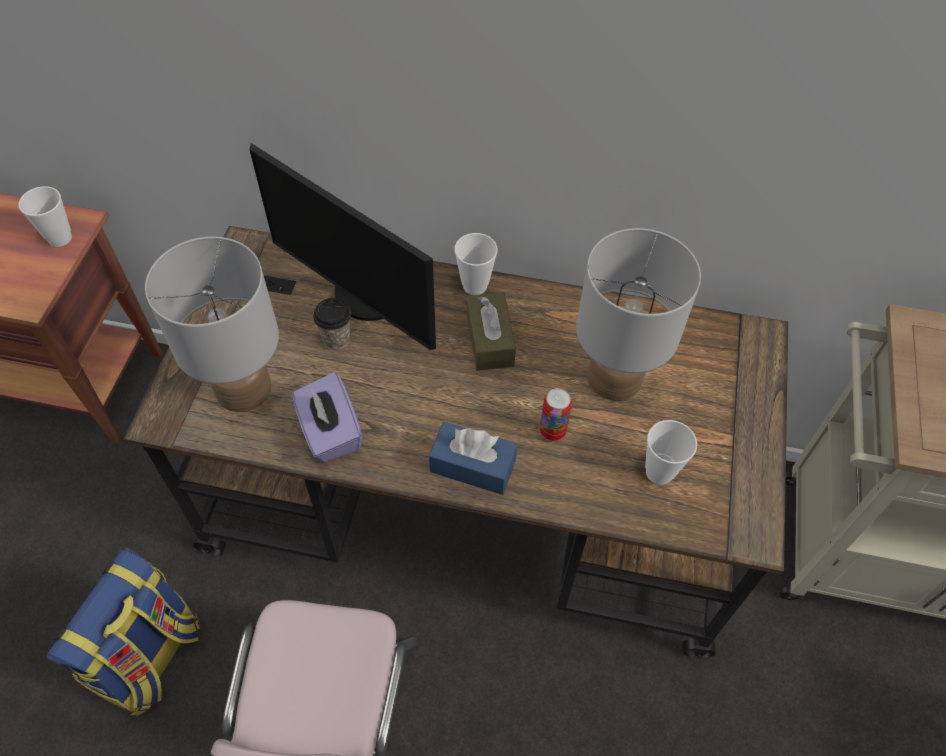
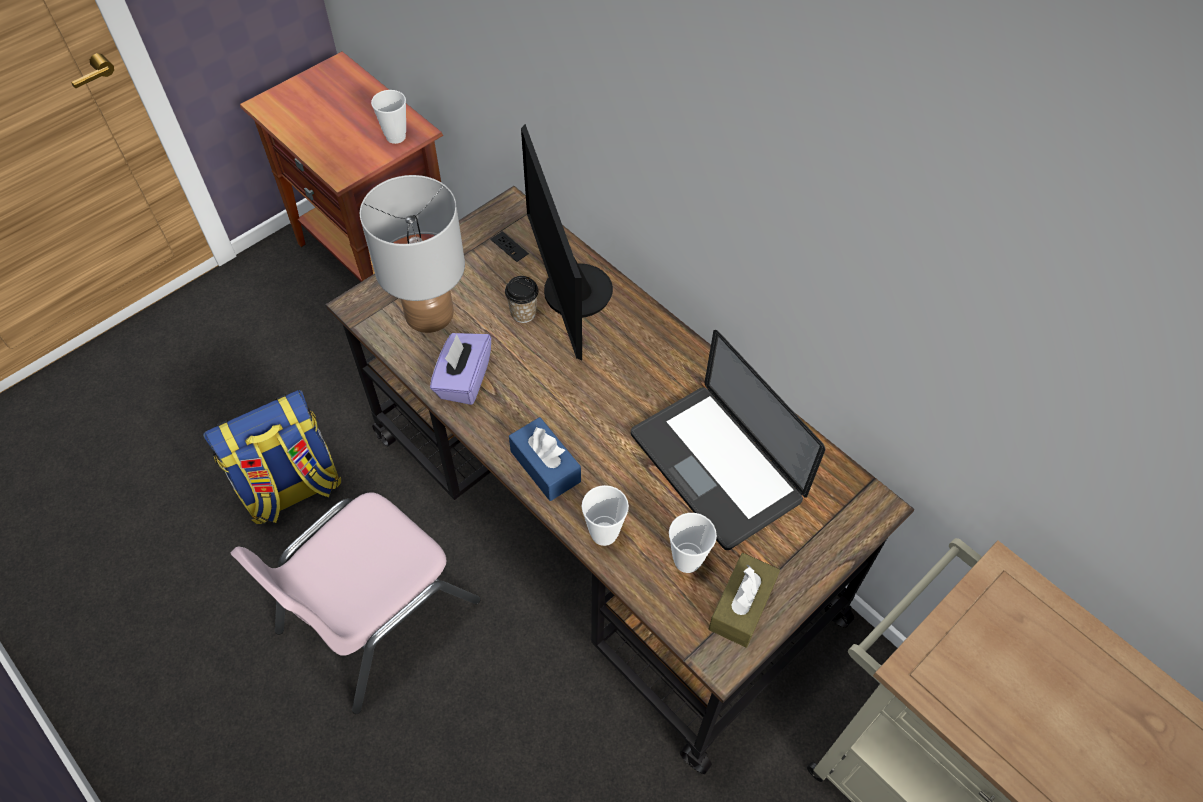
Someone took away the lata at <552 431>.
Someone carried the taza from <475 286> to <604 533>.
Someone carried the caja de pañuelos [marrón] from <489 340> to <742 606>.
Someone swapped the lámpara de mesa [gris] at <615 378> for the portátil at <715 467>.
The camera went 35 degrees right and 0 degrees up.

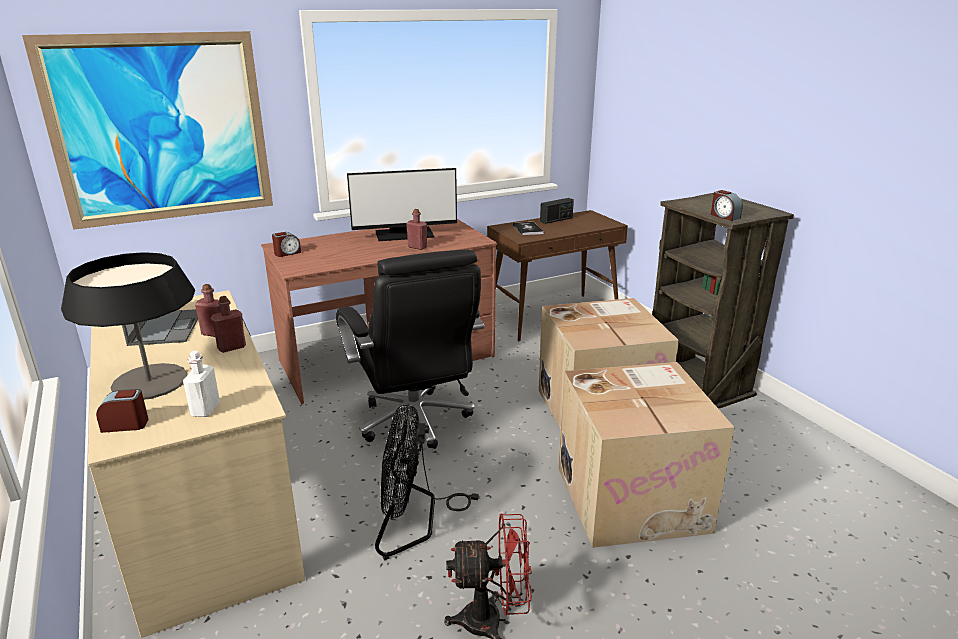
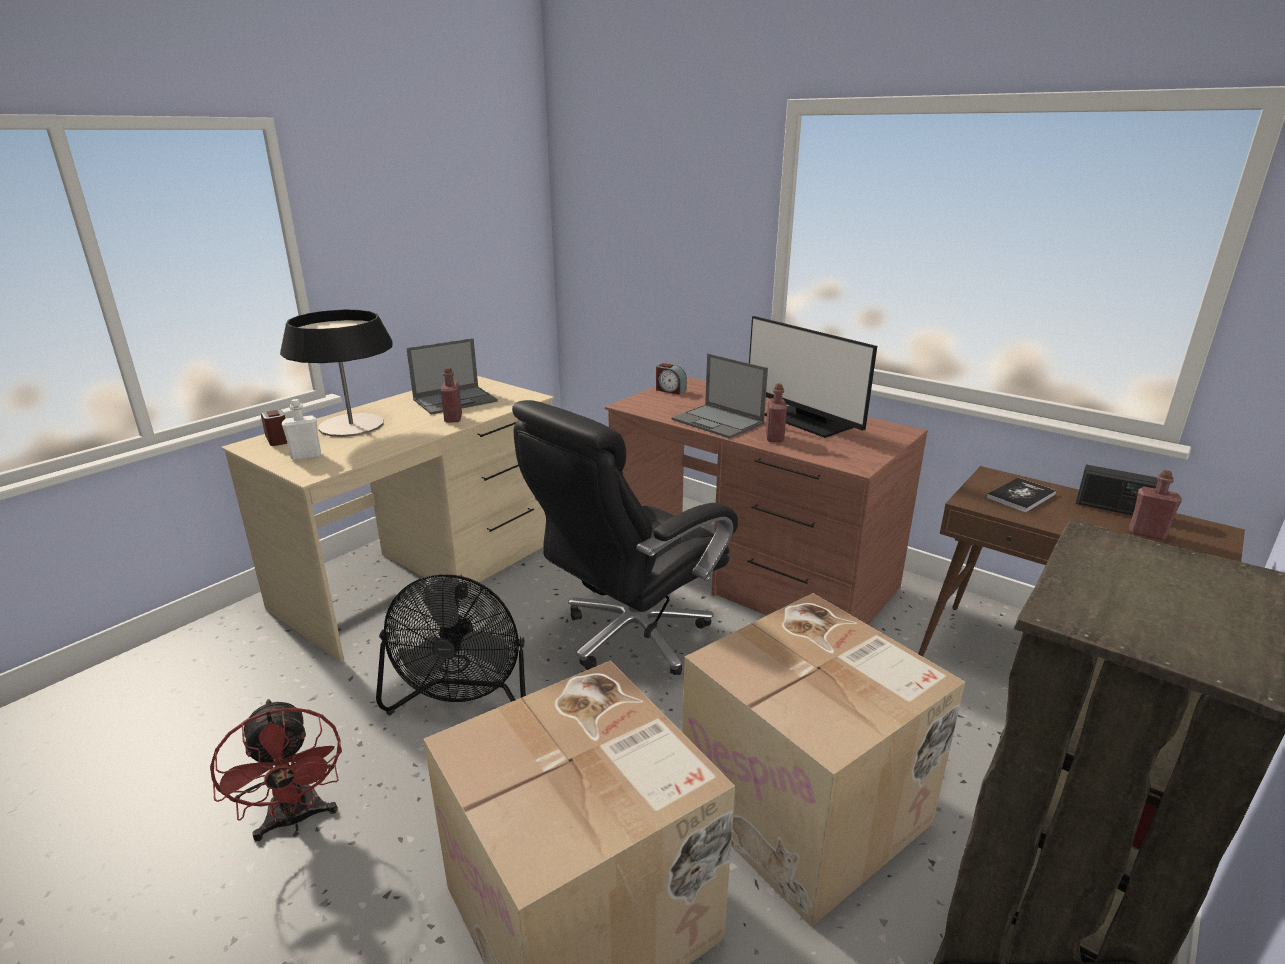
Someone took away the cuadro at <161 129>.
Someone took away the despertador at <724 216>.
Someone put down the portátil at <718 422>.
Someone carried the botella [rojo] from <231 347> to <1147 533>.
Someone rotated the ventilador [negro] at <415 514> by 150 degrees counterclockwise.
The camera went 65 degrees right and 0 degrees up.

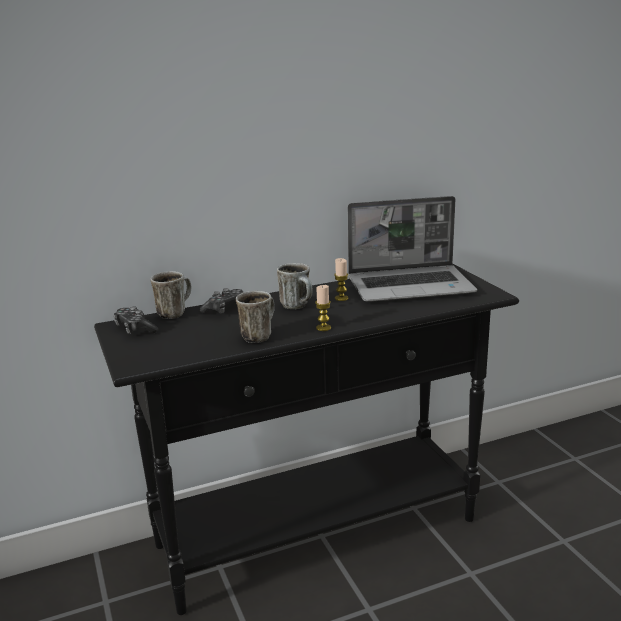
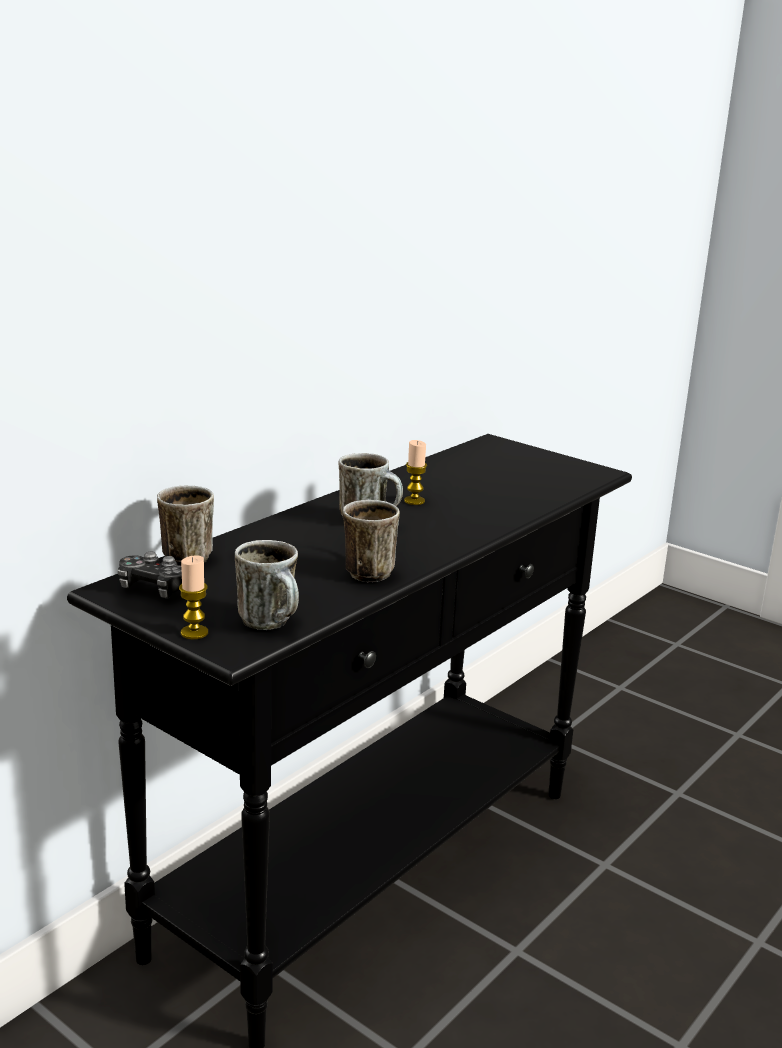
Someone took away the mando de consola at <225 309>.
Someone took away the portátil at <411 286>.
Someone put down the taza grande at <273 624>.
Someone carried the vela from <323 328> to <194 633>.
The camera went 30 degrees left and 0 degrees up.

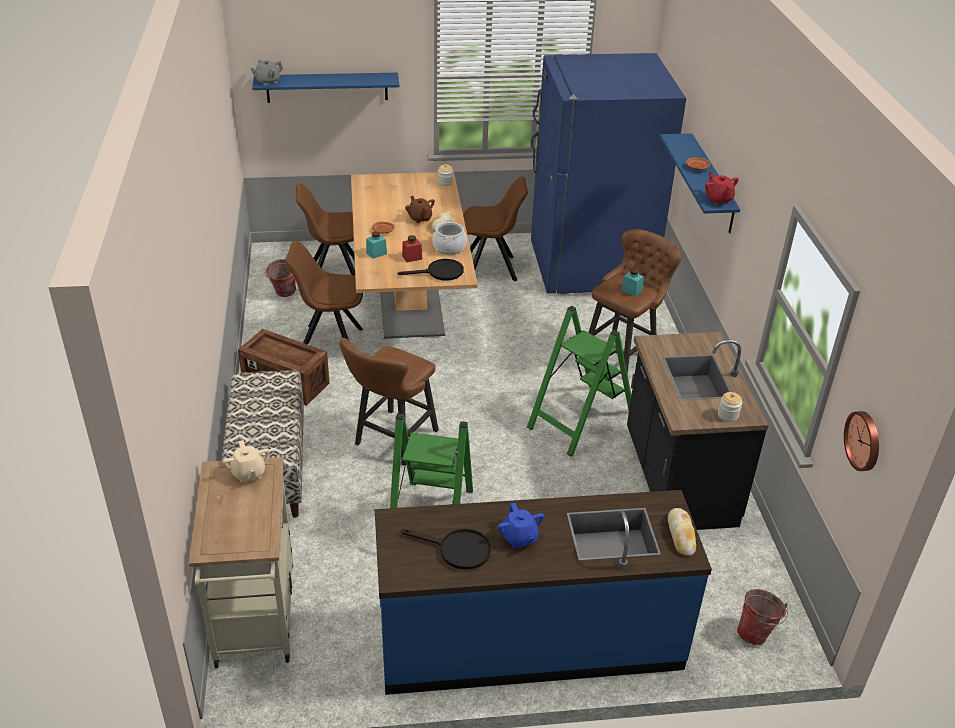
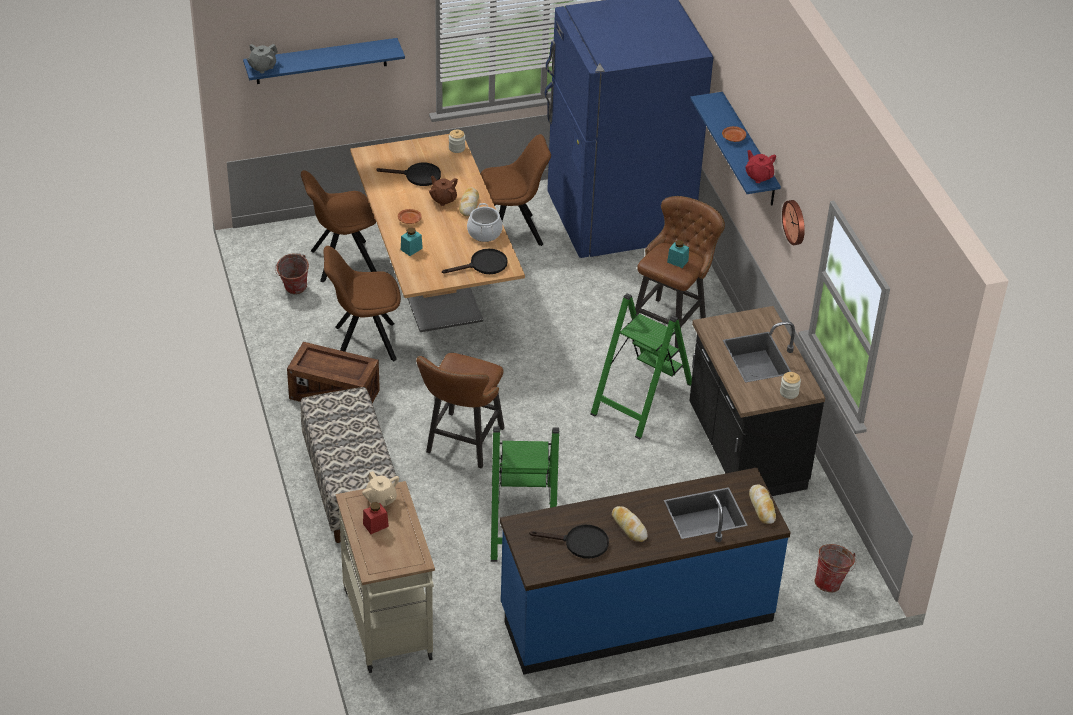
Someone put down the sartén [negro] at <417 176>.
Someone carried the tarro [rojo] from <412 257> to <375 525>.
Someone carried the reloj de pared from <864 440> to <795 222>.
Someone swapped the tetera [azul] at <519 538> for the pan at <629 527>.
The camera went 10 degrees left and 5 degrees up.

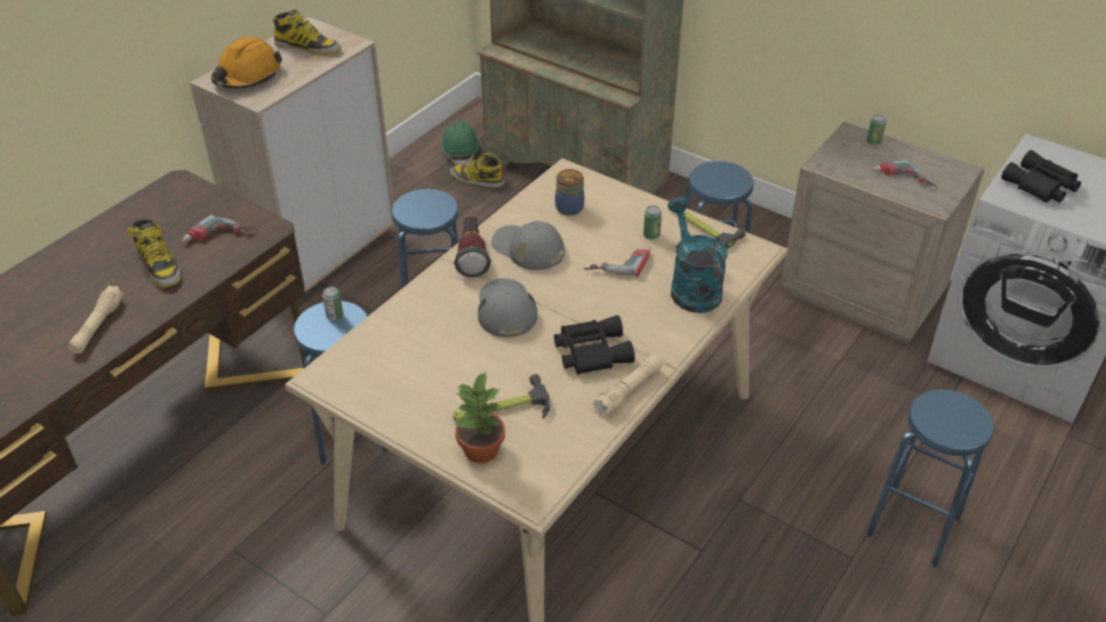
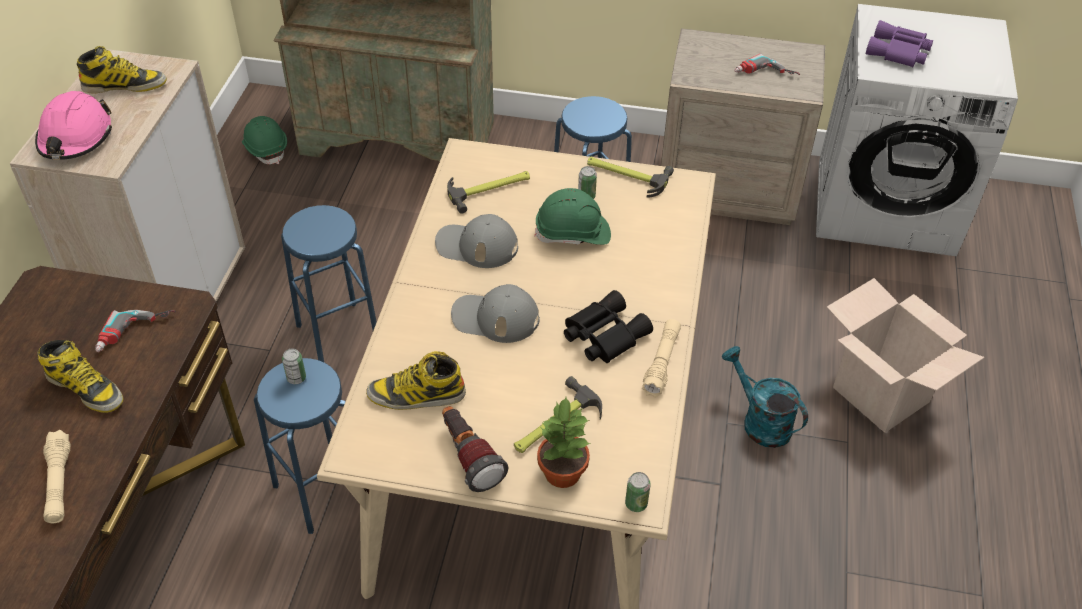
Someone carried the bota from <477 179> to <416 395>.
Someone carried the linterna from <472 255> to <469 457>.
Someone carried the regadera [turquesa] from <691 287> to <760 421>.
Someone carried the lata from <873 141> to <636 504>.
Someone swapped the tarro at <569 207> for the martillo at <490 189>.
Someone swapped the taladro at <618 262> for the casco [verde] at <573 234>.
Someone swapped the taburete [azul] at <913 526> for the caja de cartón at <881 394>.
Someone repainted the casco [naranja] at <247 76>, which became the casco [rosa] at <76 138>.
Someone repainted the prismáticos [negro] at <1040 186>, which became the prismáticos [morado] at <898 52>.
Someone rotated the gorra [gris] at <506 309> by 45 degrees counterclockwise.
The camera went 25 degrees left and 5 degrees up.

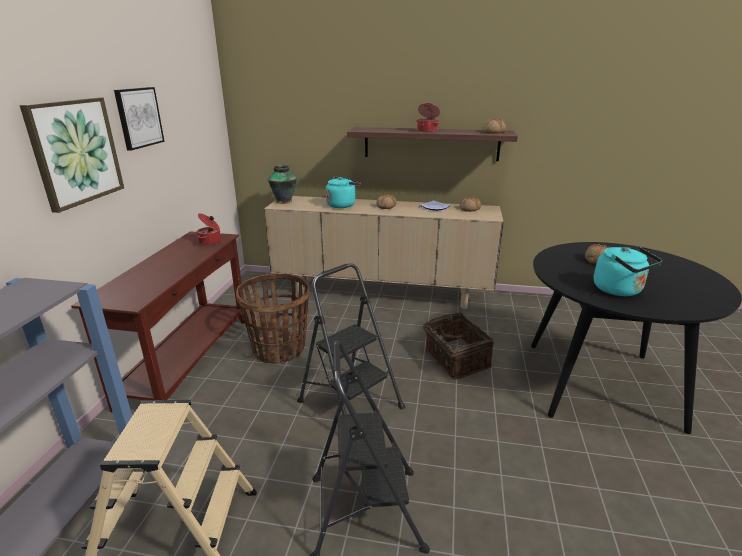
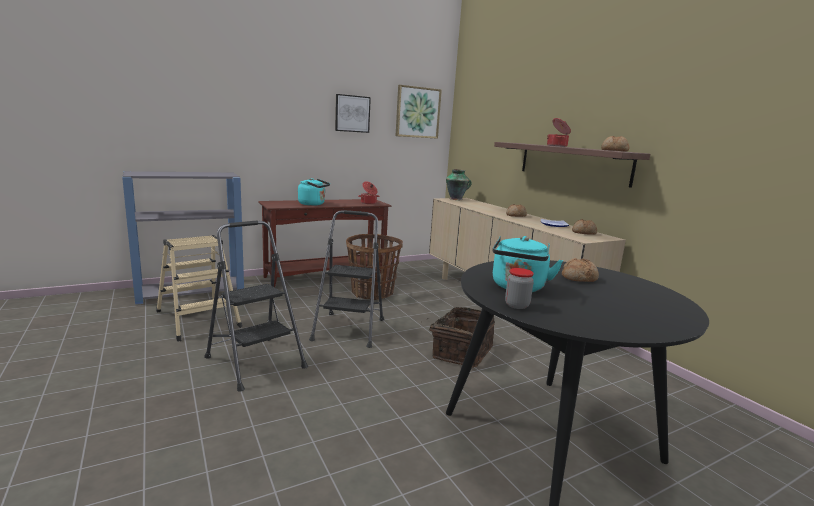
Someone put down the tarro at <517 305>.
Someone carried the cuadro from <75 152> to <417 112>.
Someone carried the hervidor [turquesa] from <342 205> to <313 204>.
The camera went 50 degrees right and 10 degrees down.

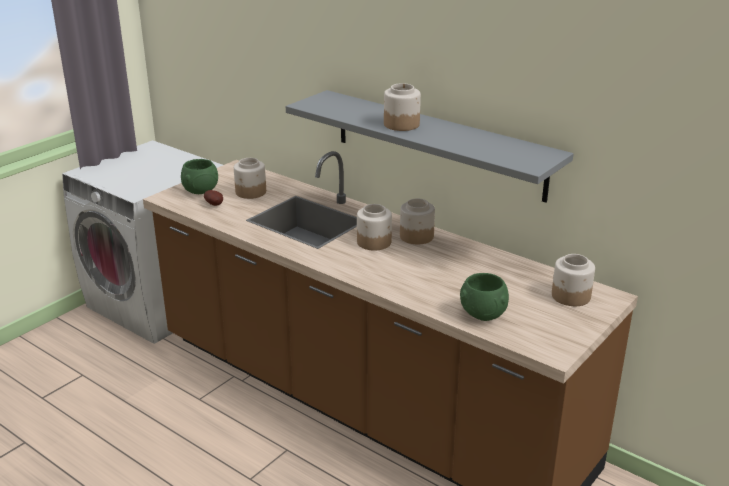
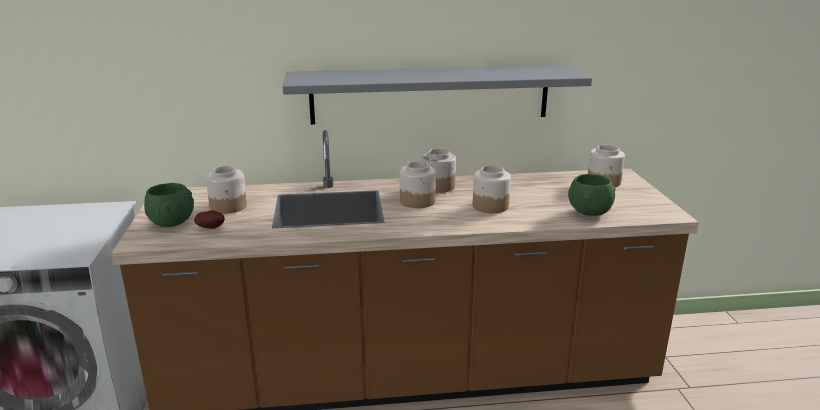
Someone carried the tarro from <401 124> to <490 206>.
The camera went 45 degrees left and 5 degrees down.

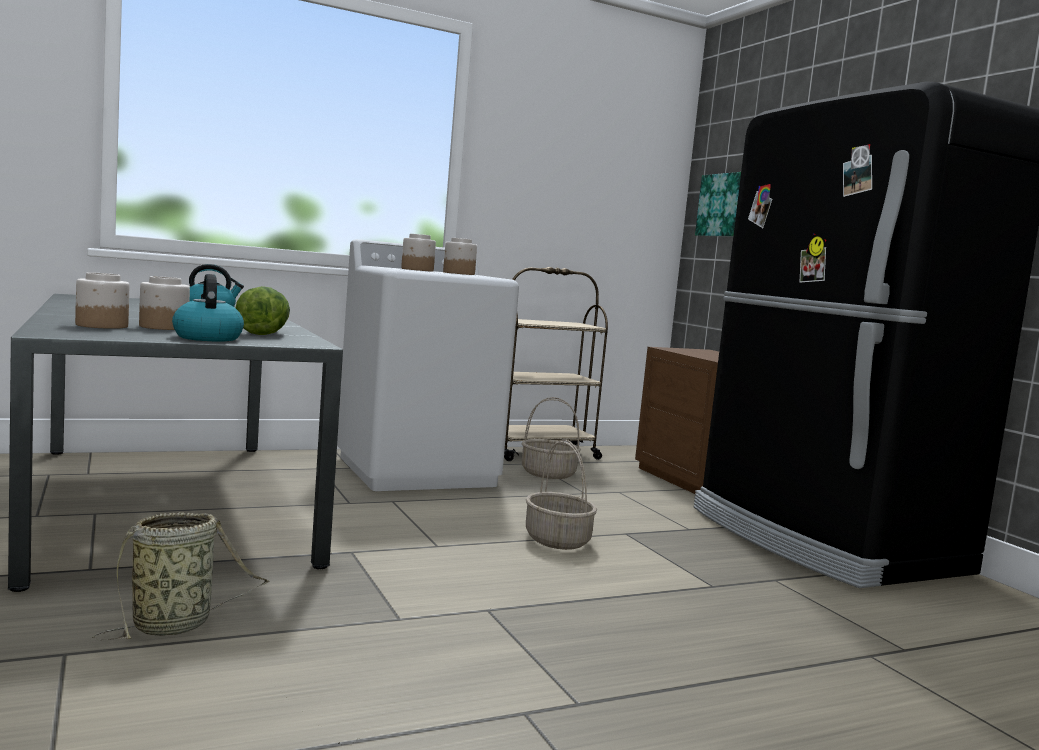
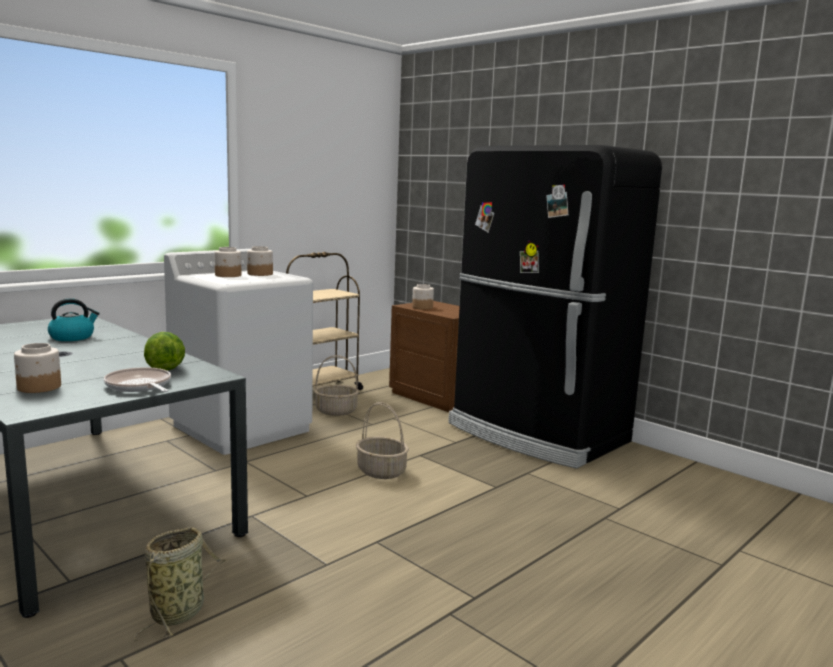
Someone took away the cuadro at <722 205>.
Someone carried the tarro from <163 327> to <422 307>.
Someone swapped the hervidor at <207 338> for the sartén at <139 386>.
The camera went 20 degrees left and 5 degrees up.

